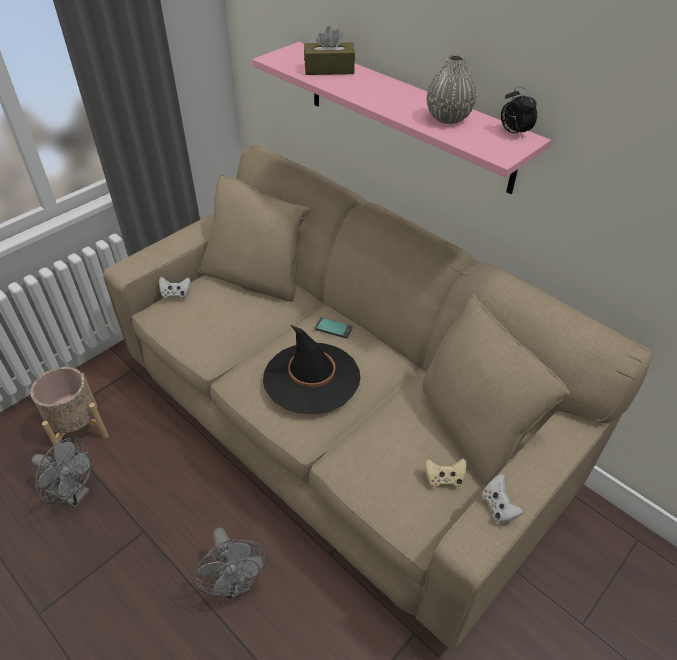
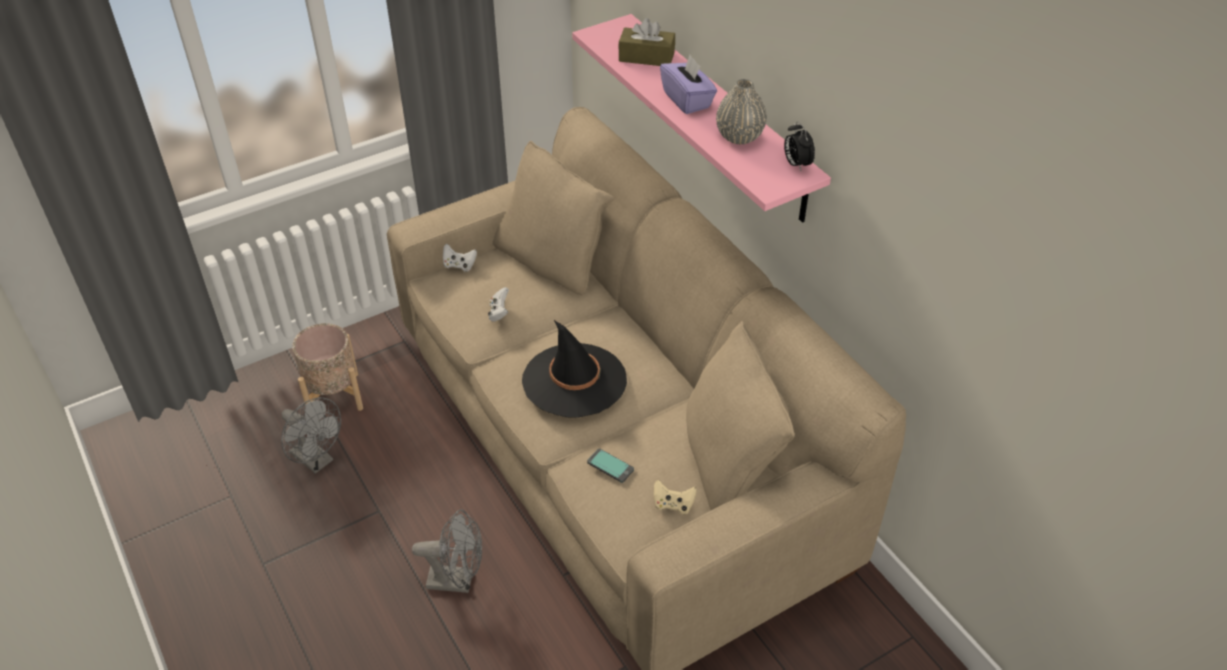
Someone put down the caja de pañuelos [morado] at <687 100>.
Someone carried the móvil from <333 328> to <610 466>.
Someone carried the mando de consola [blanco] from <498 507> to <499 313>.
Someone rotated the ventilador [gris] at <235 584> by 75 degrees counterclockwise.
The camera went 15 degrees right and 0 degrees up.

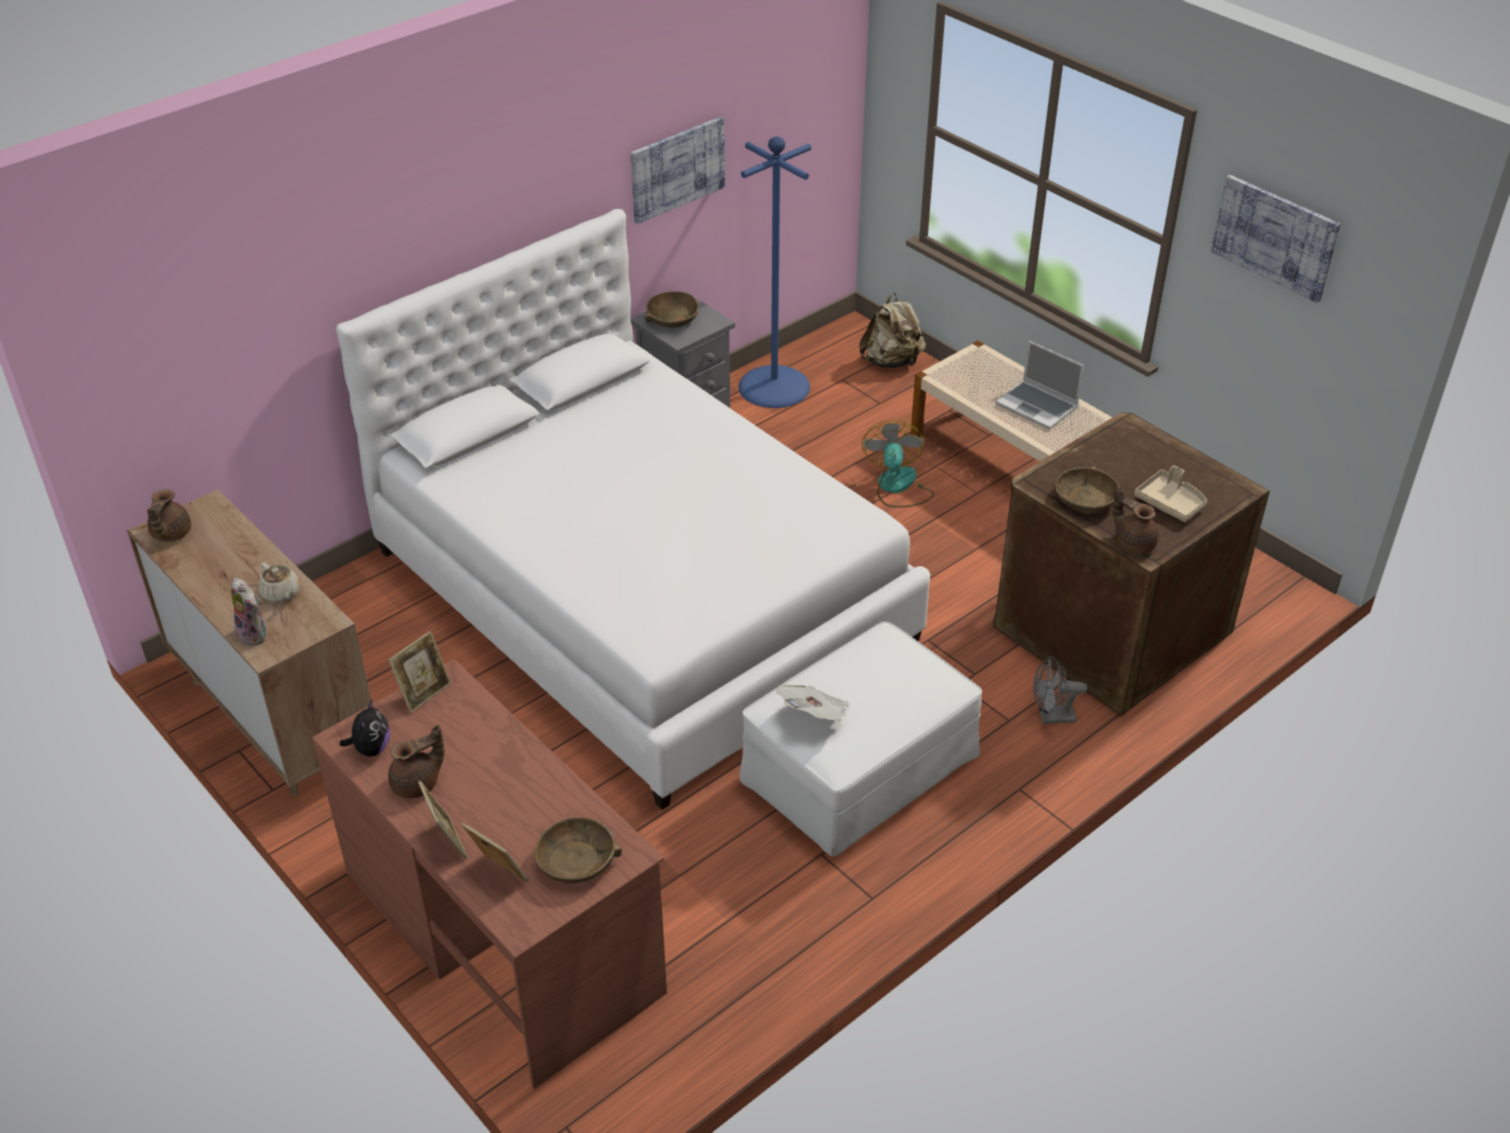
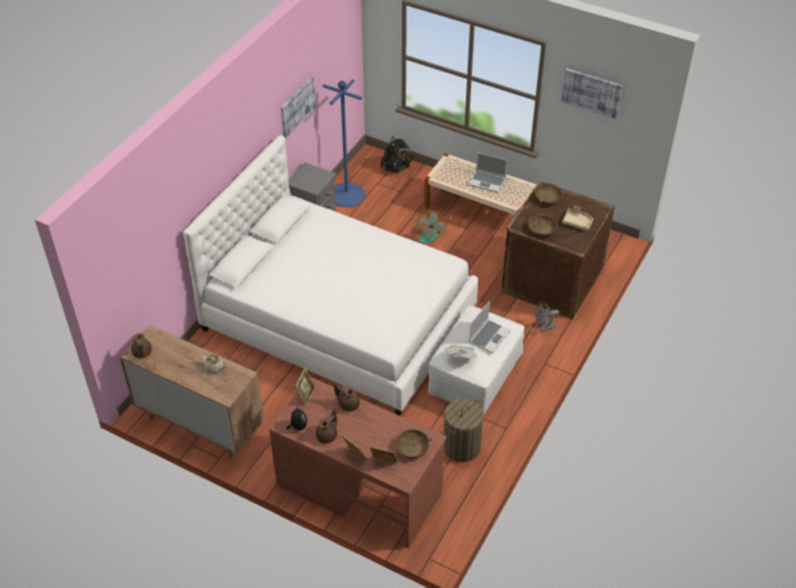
Someone took away the peluche at <255 634>.
Someone put down the cesto de la ropa at <461 447>.
Someone put down the portátil at <489 336>.
Someone carried the cuenco [marrón] from <672 318> to <547 198>.
Someone carried the tetera [marrón] from <1133 543> to <348 404>.
Someone repainted the mochila [beis] at <892 362>, which became the mochila [negro] at <396 168>.
Someone rotated the ventilador at <897 487> by 150 degrees counterclockwise.
The camera went 20 degrees left and 5 degrees up.

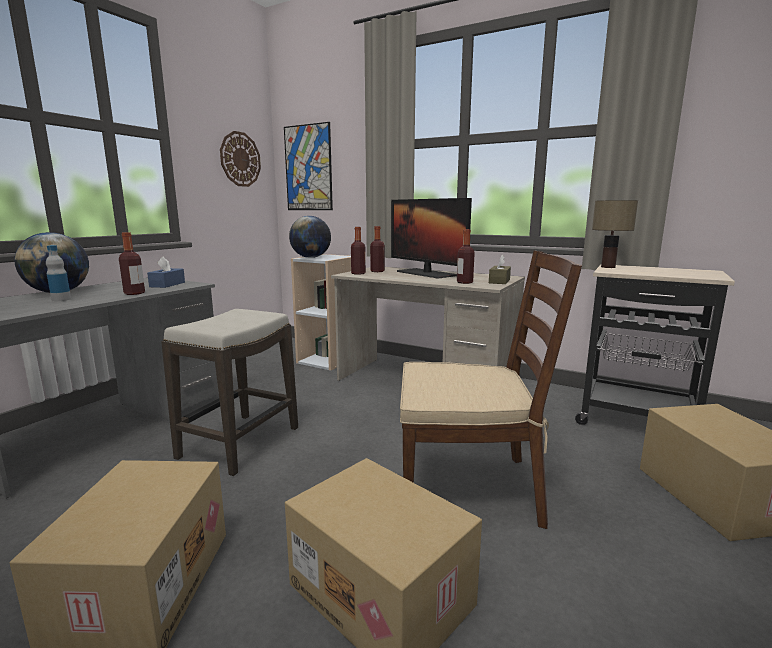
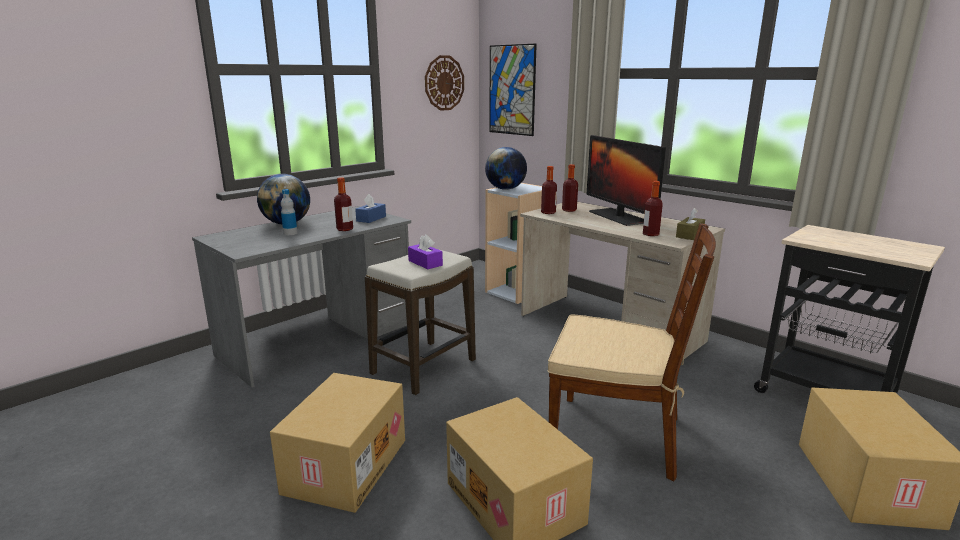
Someone took away the lámpara de mesa at <607 267>.
Someone put down the caja de pañuelos [morado] at <425 263>.
The camera went 15 degrees right and 5 degrees up.

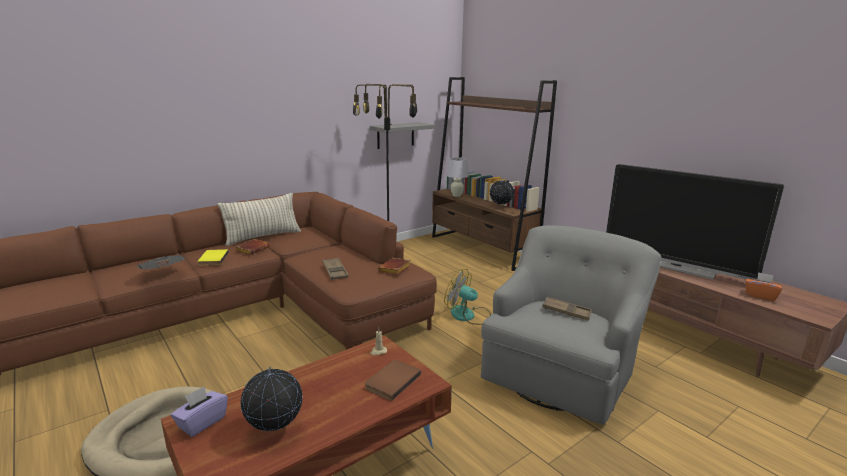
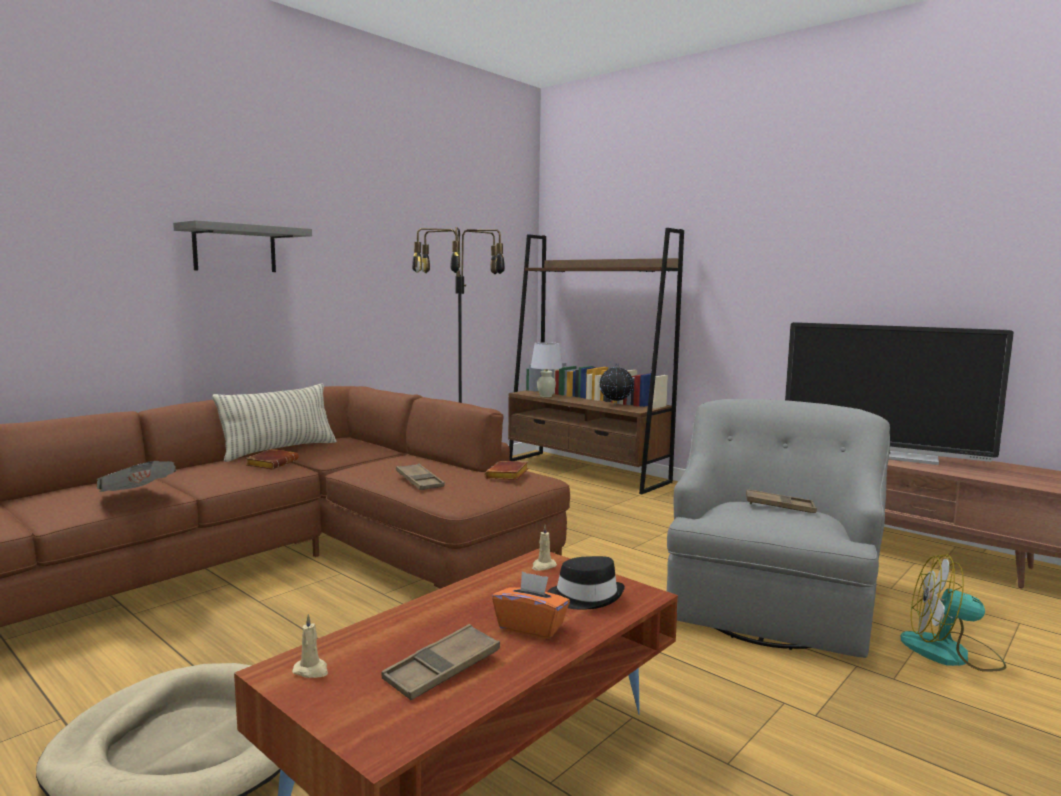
Someone took away the libro [amarillo] at <212 258>.
Someone carried the estante [gris] from <395 135> to <235 249>.
Someone carried the ventilador from <468 316> to <951 653>.
Someone carried the caja de pañuelos [naranja] from <760 296> to <531 627>.
Someone swapped the caja de pañuelos [morado] at <202 422> for the vela [beis] at <311 671>.
Someone swapped the globo terráqueo at <275 430> for the bandeja [marrón] at <442 669>.
Someone swapped the libro [marrón] at <391 381> for the sombrero [negro] at <586 597>.
The camera went 10 degrees left and 10 degrees down.

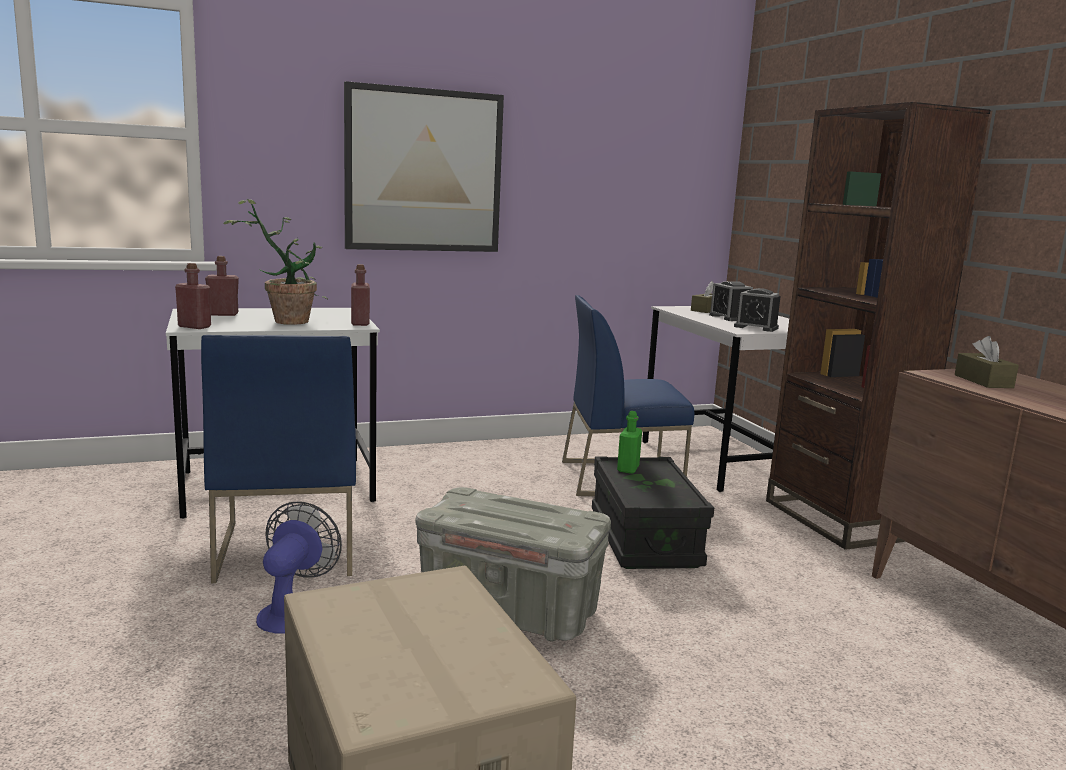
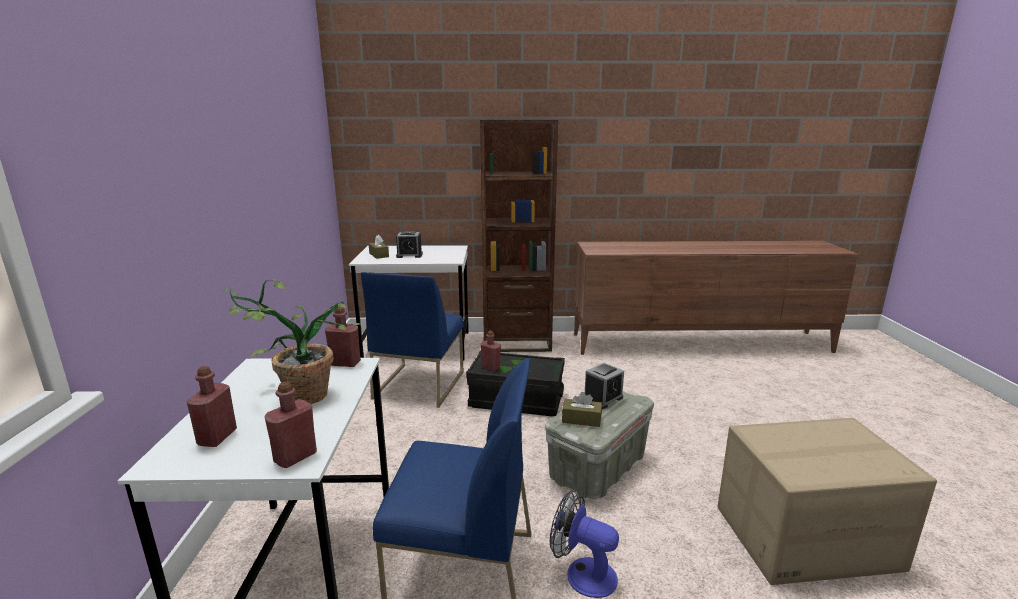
Someone took away the cuadro at <423 171>.
Someone carried the despertador from <756 327> to <603 399>.
Someone carried the caja de pañuelos [marrón] from <983 381> to <581 419>.
Someone repainted the botella [verde] at <628 469>, which became the botella [rojo] at <490 367>.
The camera went 70 degrees left and 5 degrees up.

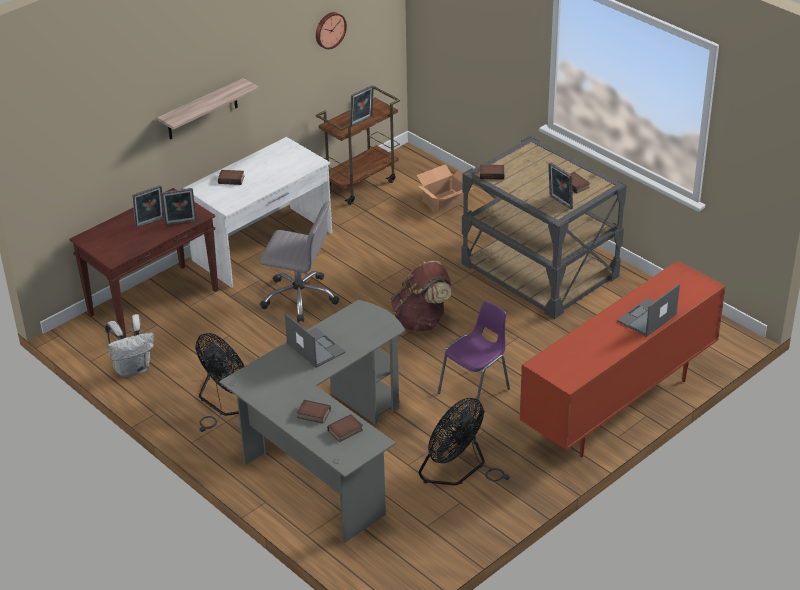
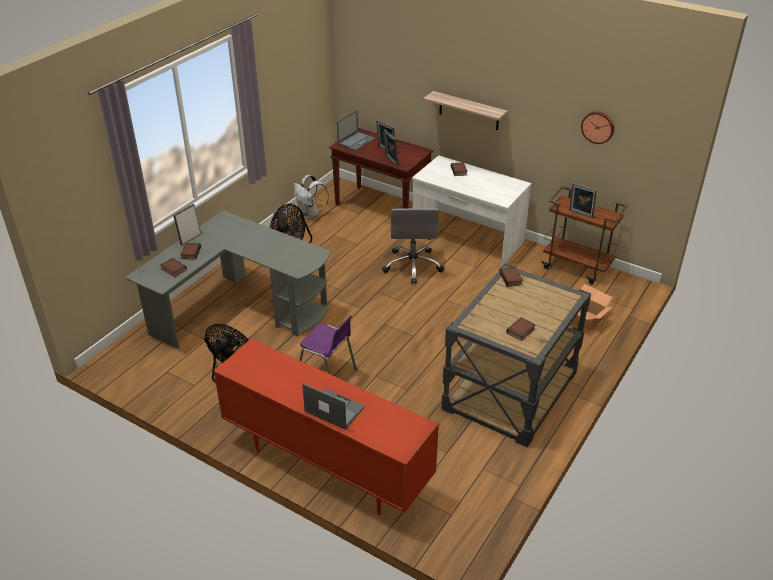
Someone took away the mochila [marrón] at <422 321>.
Someone carried the portátil from <315 348> to <356 141>.
Someone carried the portarretratos from <559 203> to <189 238>.
The camera went 75 degrees right and 0 degrees up.

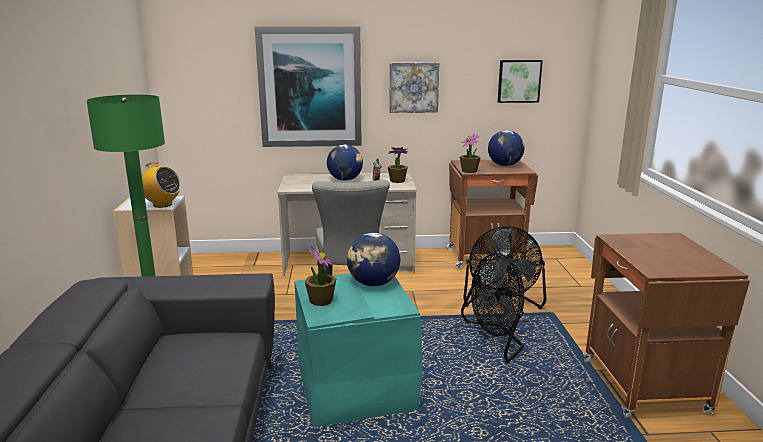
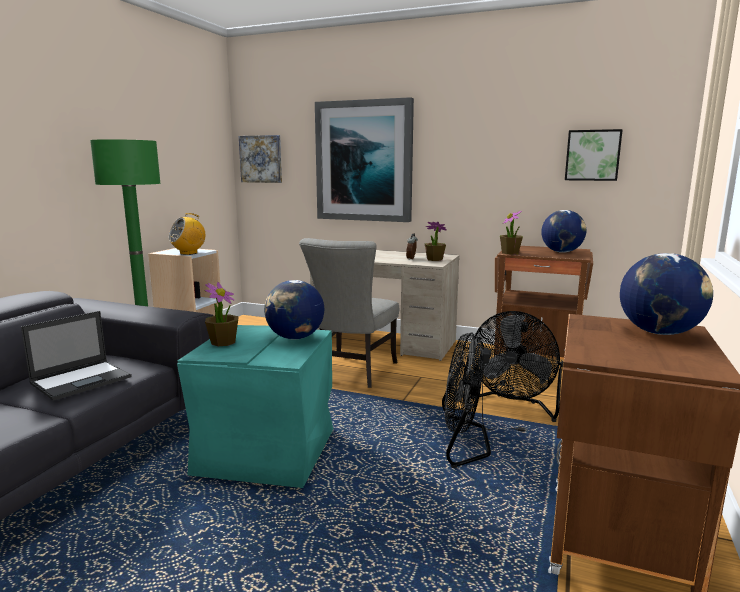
Someone put down the portátil at <82 380>.
Someone carried the globo terráqueo from <345 180> to <659 333>.
Someone carried the cuadro from <413 87> to <261 159>.
Someone rotated the radio at <162 204> by 90 degrees clockwise.
The camera went 25 degrees right and 5 degrees down.

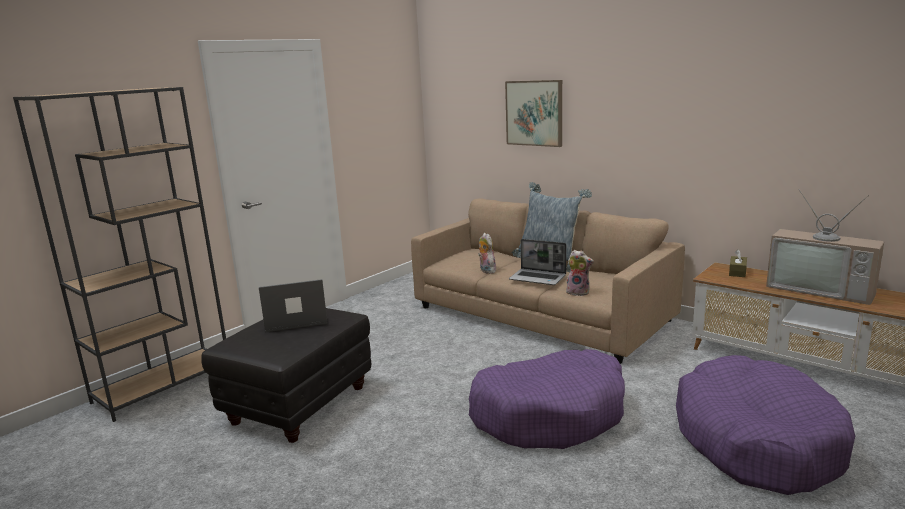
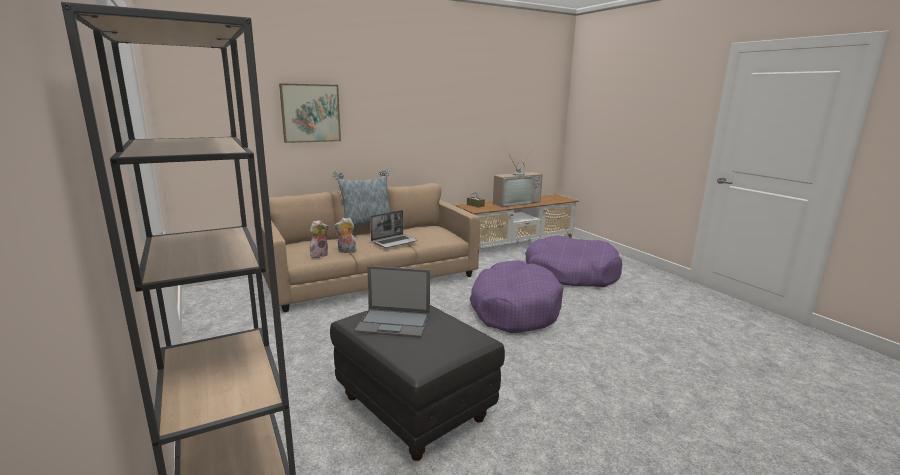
Someone carried the peluche from <578 292> to <319 255>.
Someone rotated the portátil at <295 320> by 90 degrees counterclockwise.
The camera went 70 degrees left and 0 degrees up.

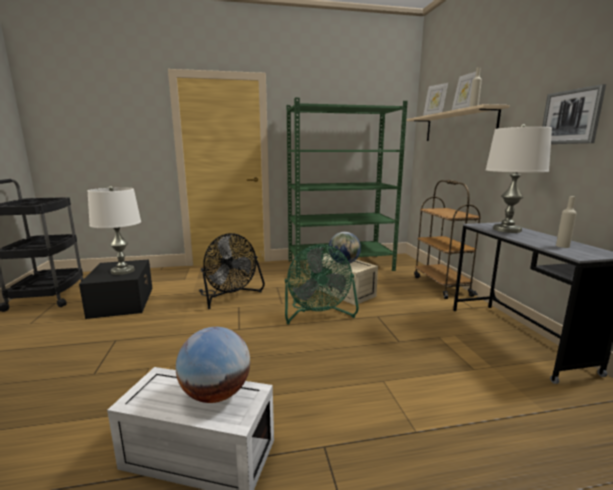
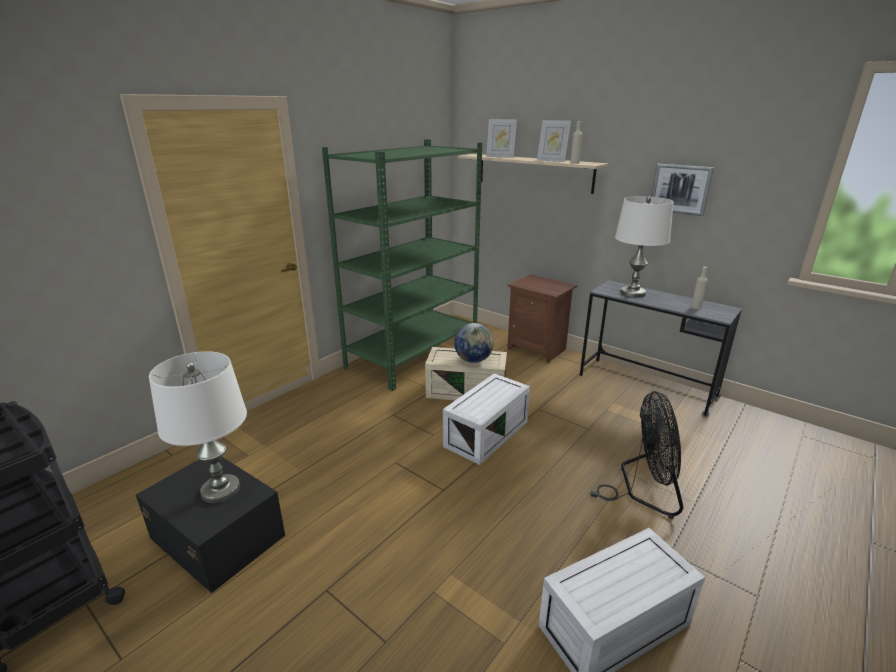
Someone took away the globo terráqueo at <216 394>.
Someone carried the ventilador [negro] from <227 297> to <640 485>.
Someone swapped the ventilador [verde] at <315 314> for the caja de almacenaje [blanco] at <486 433>.
Someone swapped the carrito [marrón] at <441 286> for the mesita de noche [marrón] at <537 349>.
The camera went 40 degrees left and 10 degrees up.

